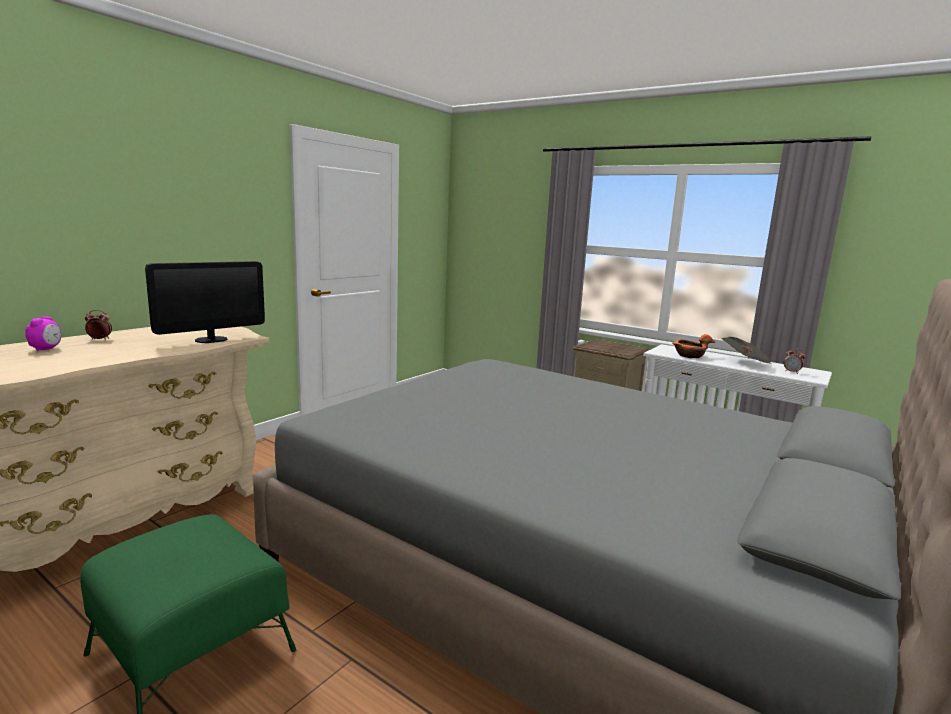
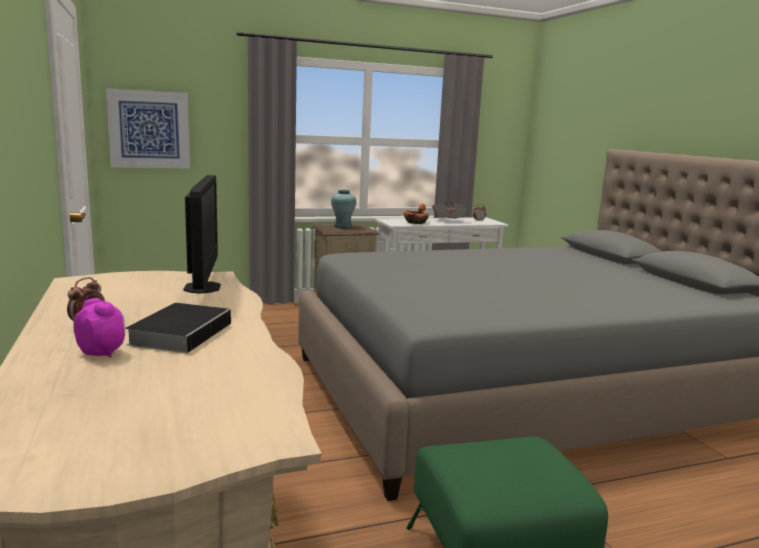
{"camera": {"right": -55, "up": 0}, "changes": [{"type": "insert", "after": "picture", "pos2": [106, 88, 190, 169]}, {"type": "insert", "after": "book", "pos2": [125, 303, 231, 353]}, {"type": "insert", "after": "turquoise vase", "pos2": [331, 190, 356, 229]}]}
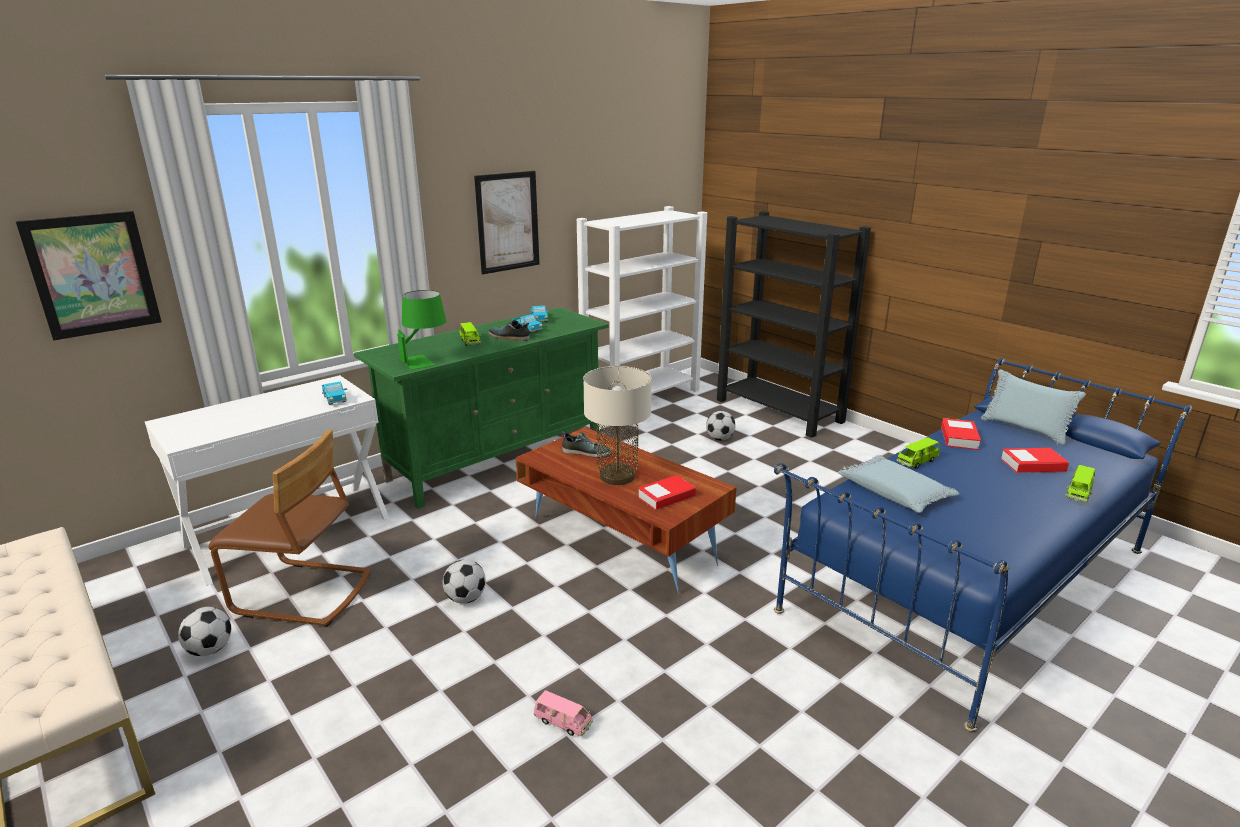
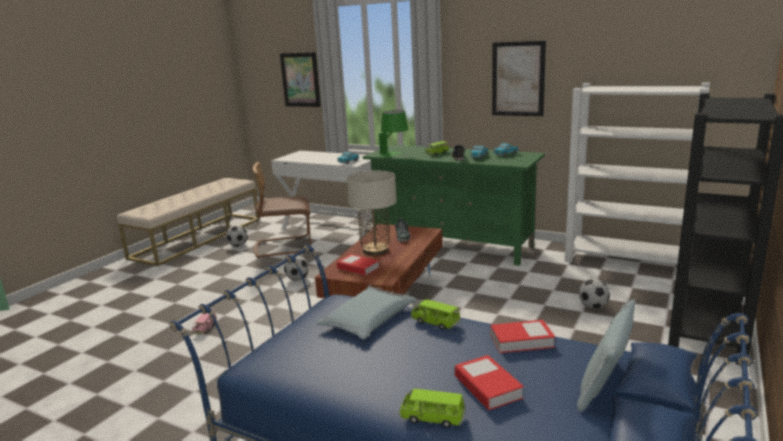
{"camera": {"right": 70, "up": -5}, "changes": [{"type": "rotate", "before": "brown chair", "pos1": [208, 430, 371, 627], "pos2": [253, 162, 311, 258], "turn": 90}]}
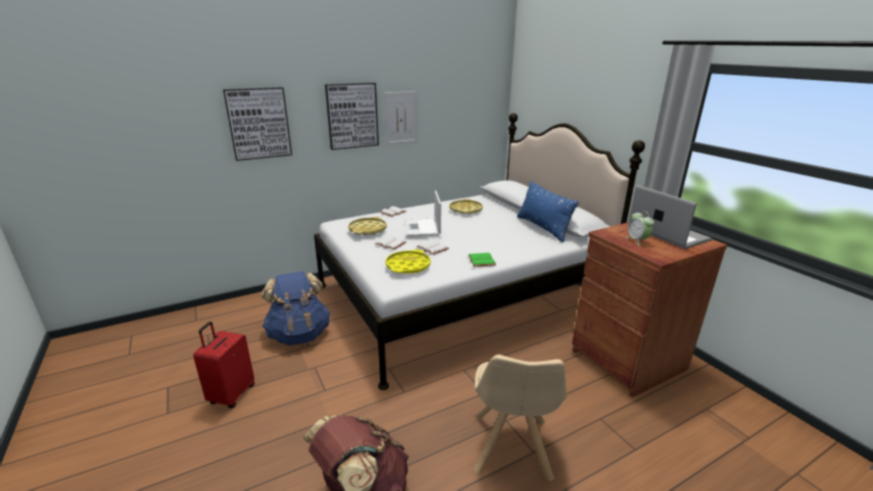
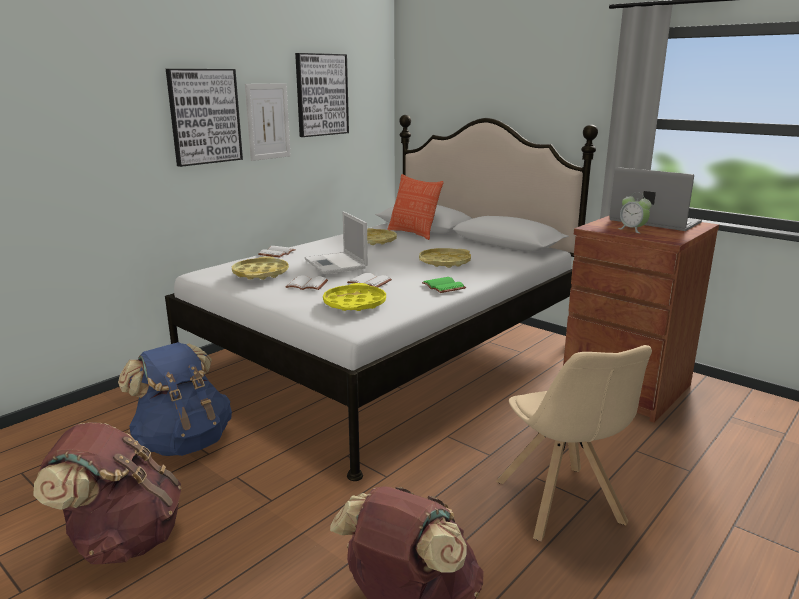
{"camera": {"right": -20, "up": -5}, "changes": [{"type": "replace", "before": "red suitcase", "after": "brown backpack", "pos1": [193, 322, 255, 408], "pos2": [33, 422, 181, 564]}, {"type": "move", "before": "picture", "pos1": [223, 87, 292, 161], "pos2": [295, 53, 349, 137]}, {"type": "delete", "before": "blue pillow", "pos1": [517, 181, 579, 242]}, {"type": "insert", "after": "orange pillow", "pos2": [387, 174, 444, 240]}, {"type": "insert", "after": "yellow tray", "pos2": [419, 248, 471, 268]}]}
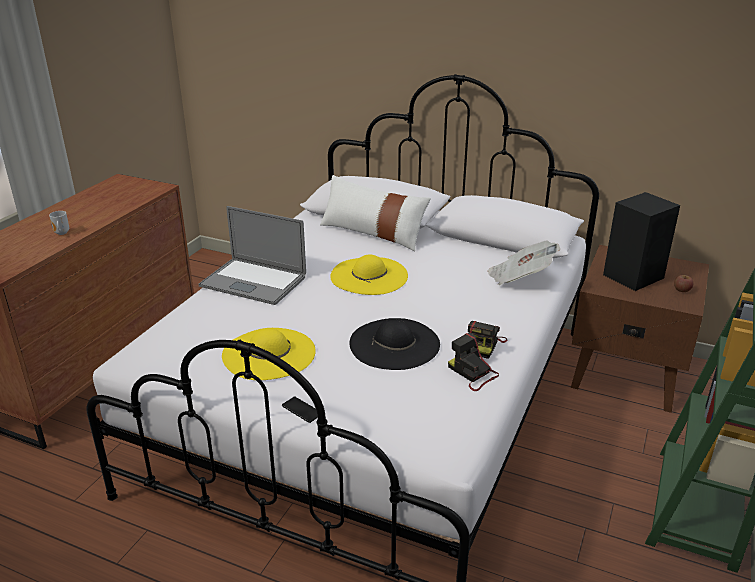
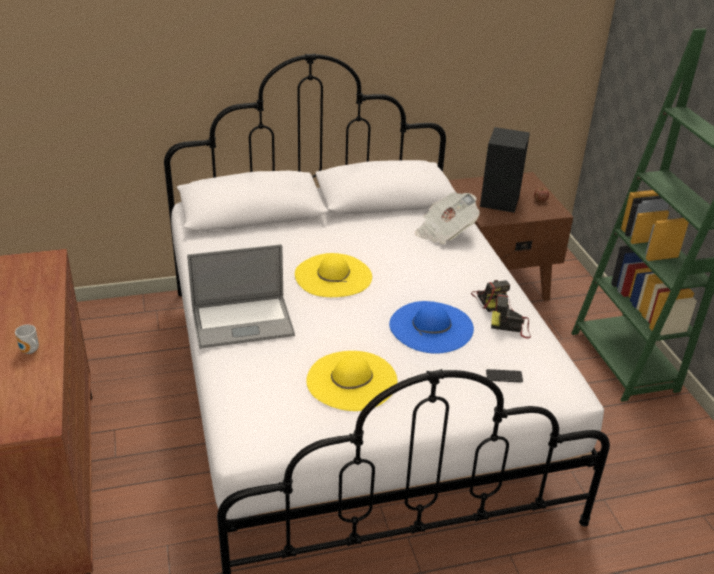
{"camera": {"right": -40, "up": 5}, "changes": [{"type": "move", "before": "phone", "pos1": [282, 397, 318, 423], "pos2": [486, 369, 523, 383]}, {"type": "delete", "before": "white pillow", "pos1": [320, 175, 431, 251]}, {"type": "recolor", "before": "black hat", "after": "blue hat", "pos1": [349, 318, 440, 370], "pos2": [389, 301, 474, 354]}]}
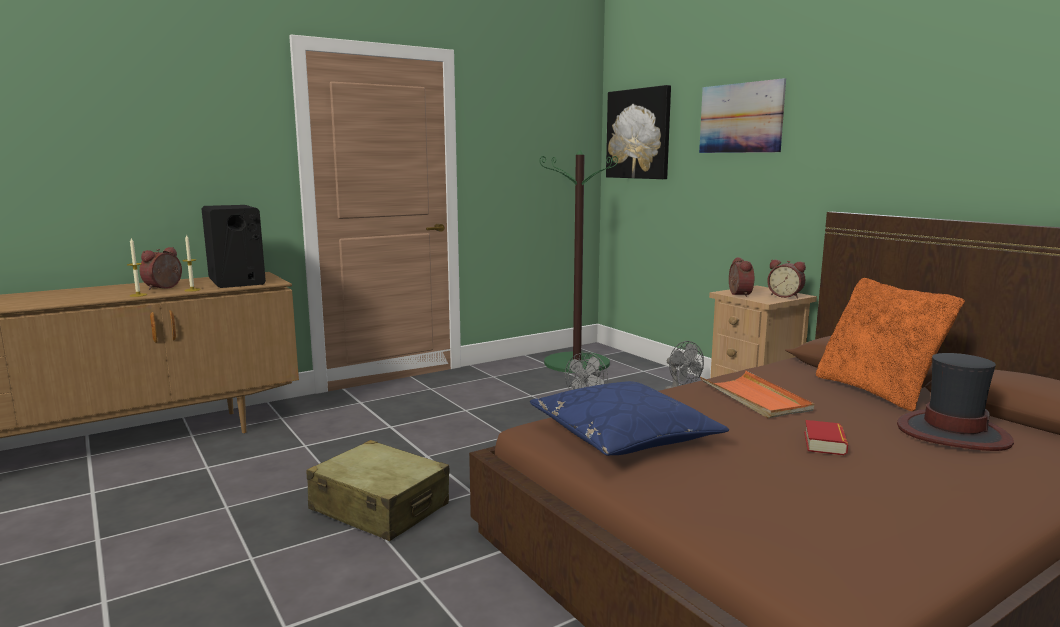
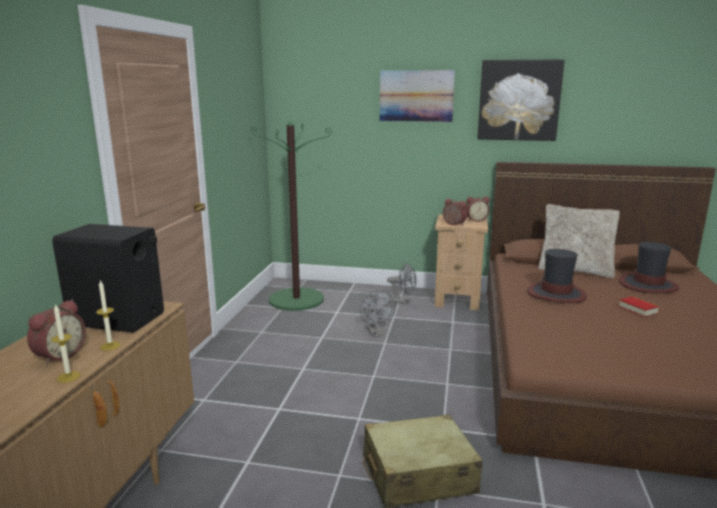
{"camera": {"right": -45, "up": 5}, "changes": [{"type": "rotate", "before": "alarm clock", "pos1": [139, 247, 182, 290], "pos2": [27, 299, 86, 366], "turn": -135}, {"type": "delete", "before": "blue pillow", "pos1": [530, 381, 729, 456]}, {"type": "move", "before": "picture", "pos1": [606, 85, 671, 179], "pos2": [478, 59, 564, 141]}, {"type": "replace", "before": "orange tray", "after": "hat", "pos1": [700, 371, 814, 418], "pos2": [527, 249, 587, 303]}, {"type": "recolor", "before": "orange pillow", "after": "beige pillow", "pos1": [816, 278, 965, 411], "pos2": [539, 204, 620, 278]}]}
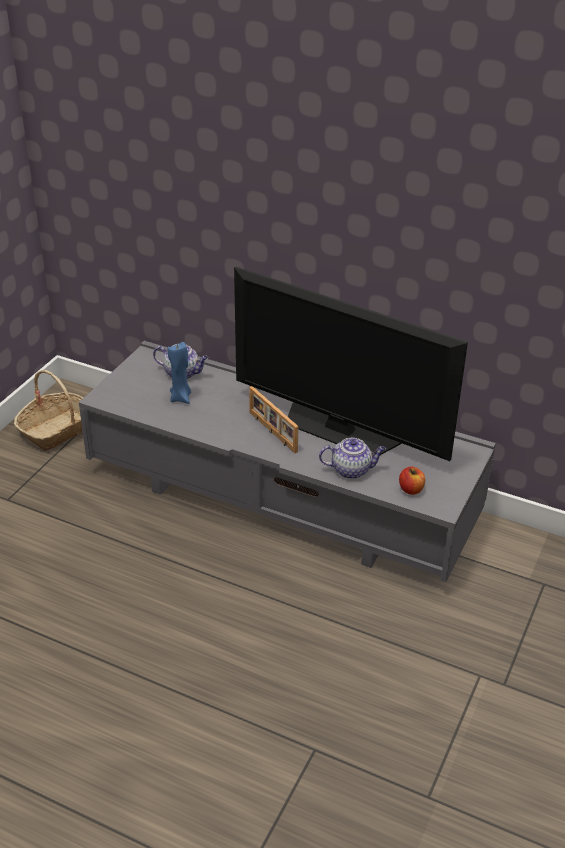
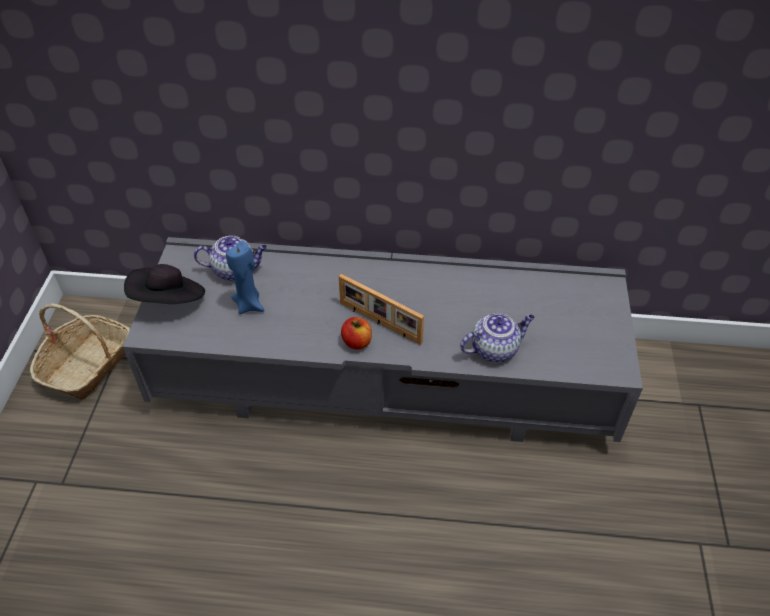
{"camera": {"right": -20, "up": 10}, "changes": [{"type": "delete", "before": "television", "pos1": [234, 267, 468, 461]}, {"type": "move", "before": "apple", "pos1": [399, 466, 425, 495], "pos2": [341, 317, 372, 350]}, {"type": "insert", "after": "black hat", "pos2": [124, 264, 205, 304]}]}
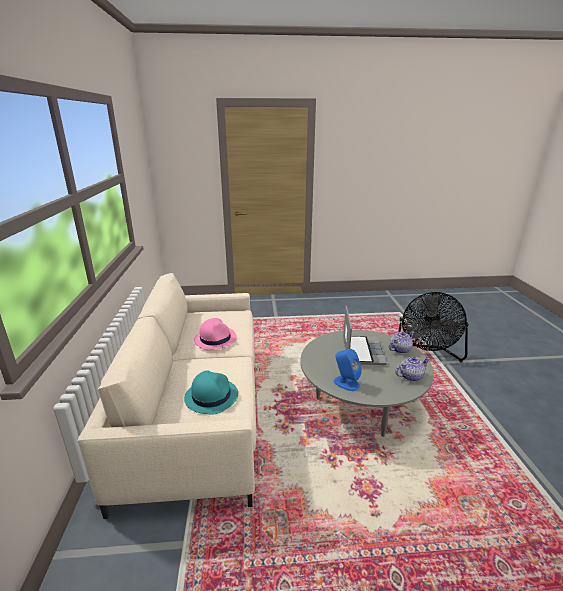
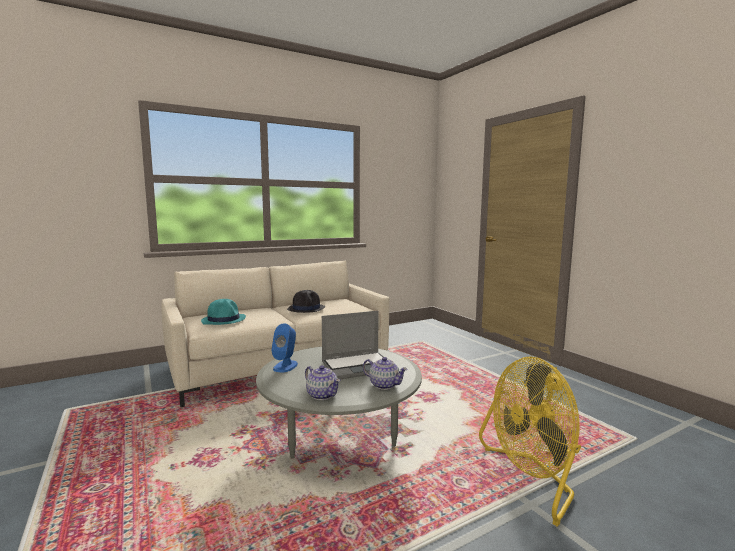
{"camera": {"right": 65, "up": -15}, "changes": [{"type": "recolor", "before": "pink hat", "after": "black hat", "pos1": [194, 318, 237, 350], "pos2": [287, 290, 326, 313]}, {"type": "recolor", "before": "black fan", "after": "yellow fan", "pos1": [398, 292, 469, 363], "pos2": [479, 357, 581, 527]}]}
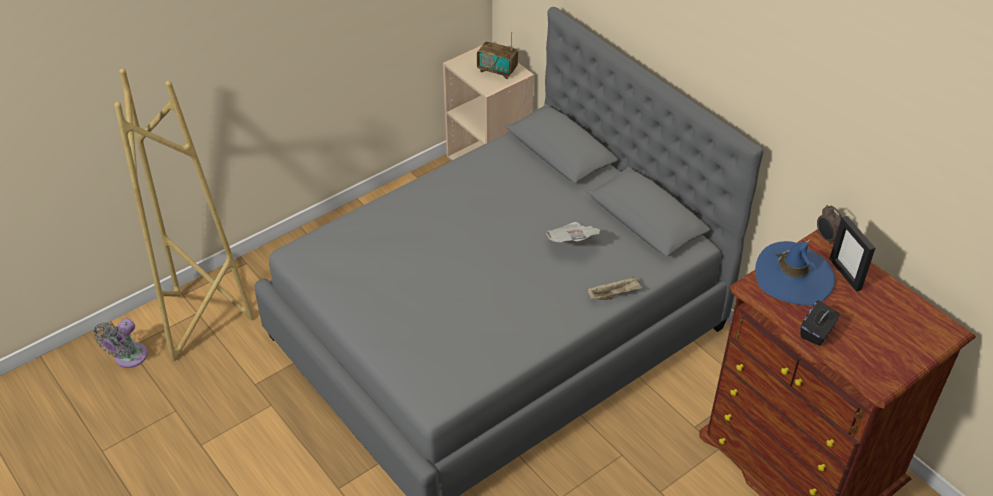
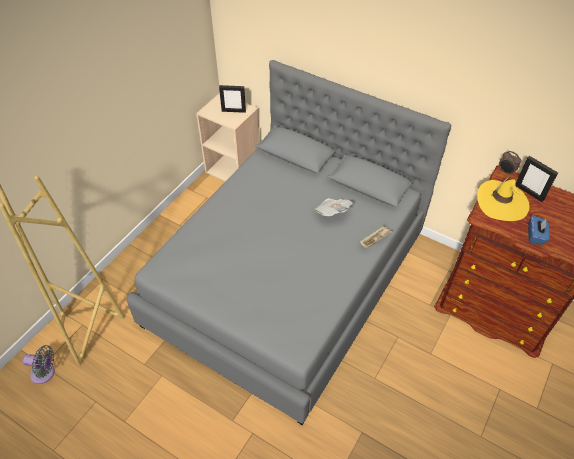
{"camera": {"right": -20, "up": 5}, "changes": [{"type": "rotate", "before": "grey fan", "pos1": [93, 318, 148, 368], "pos2": [22, 345, 55, 384], "turn": -90}, {"type": "replace", "before": "radio", "after": "picture frame", "pos1": [477, 32, 518, 79], "pos2": [219, 85, 246, 113]}, {"type": "recolor", "before": "blue hat", "after": "yellow hat", "pos1": [755, 239, 835, 305], "pos2": [477, 177, 529, 221]}, {"type": "recolor", "before": "black tissue box", "after": "blue tissue box", "pos1": [800, 300, 840, 346], "pos2": [528, 215, 549, 245]}]}
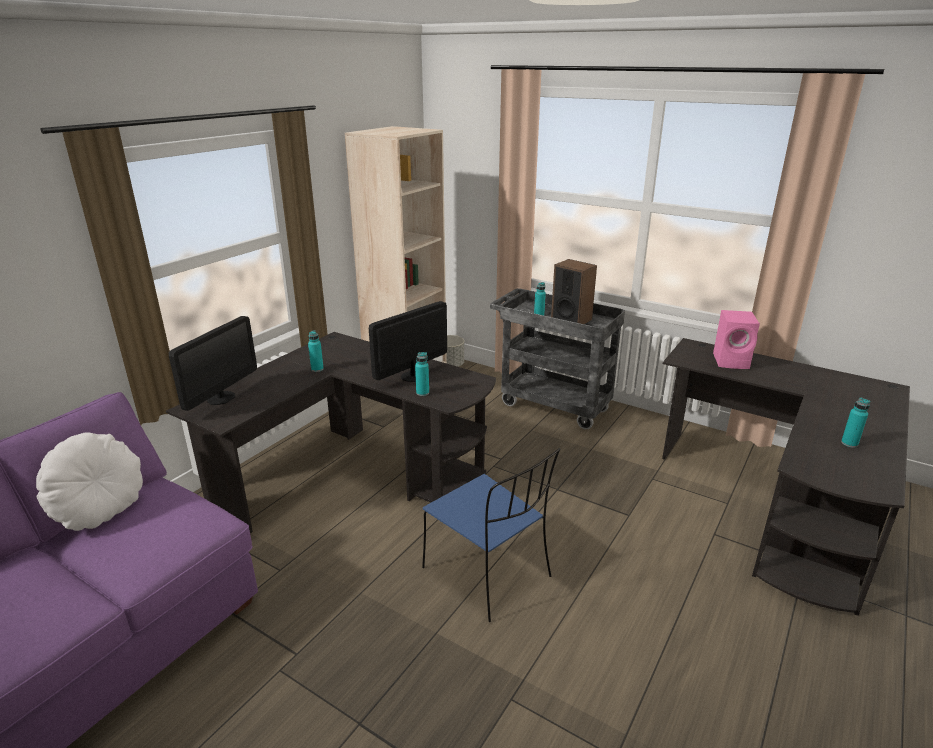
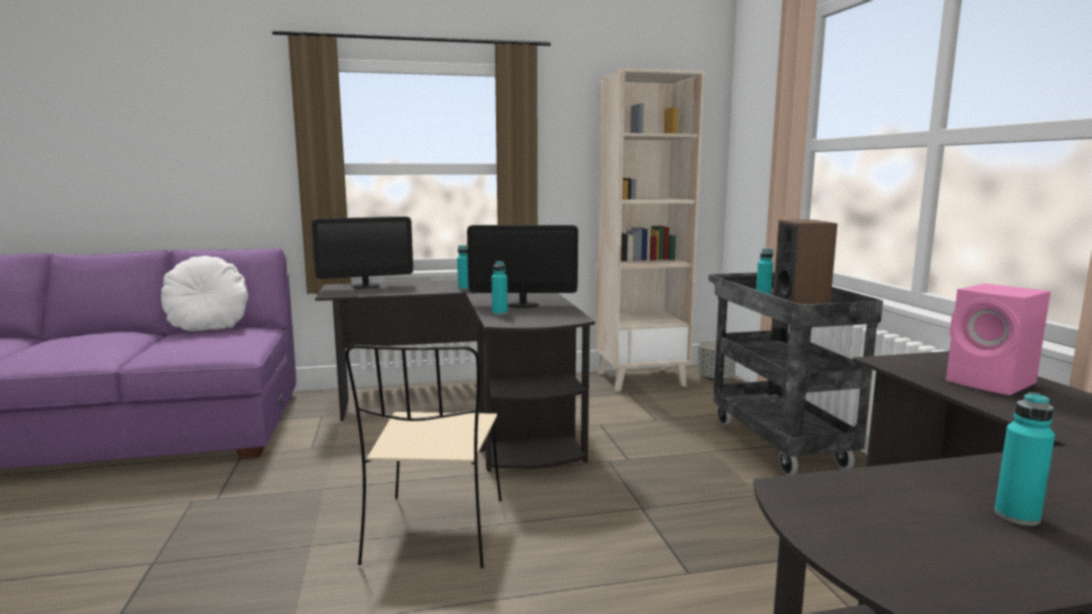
{"camera": {"right": 45, "up": -15}, "changes": [{"type": "recolor", "before": "blue chair", "after": "beige chair", "pos1": [422, 448, 560, 622], "pos2": [345, 345, 502, 569]}]}
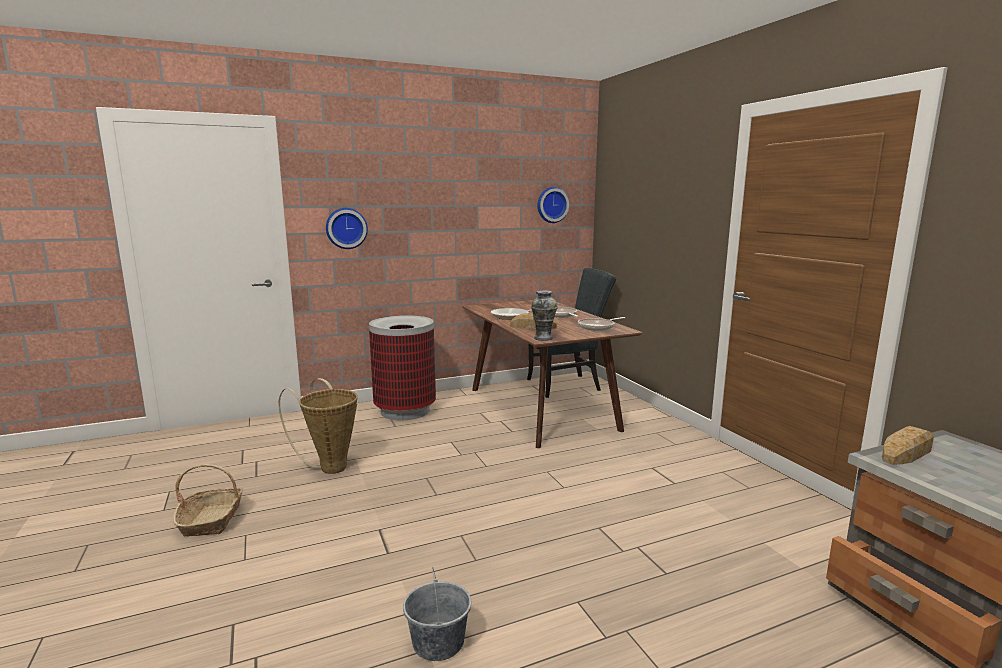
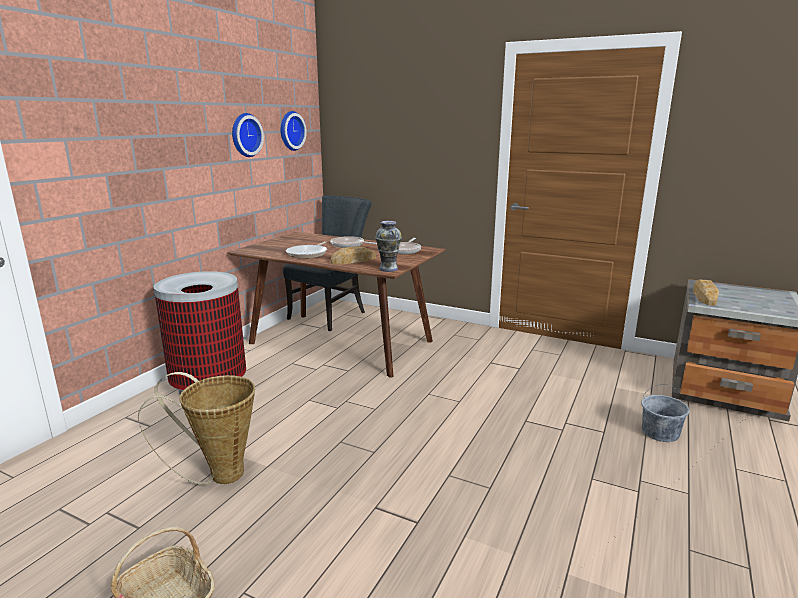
{"camera": {"right": -40, "up": 5}, "changes": [{"type": "move", "before": "wall clock", "pos1": [326, 208, 368, 249], "pos2": [232, 113, 264, 157]}, {"type": "move", "before": "grey bucket", "pos1": [403, 567, 472, 661], "pos2": [641, 384, 690, 442]}]}
